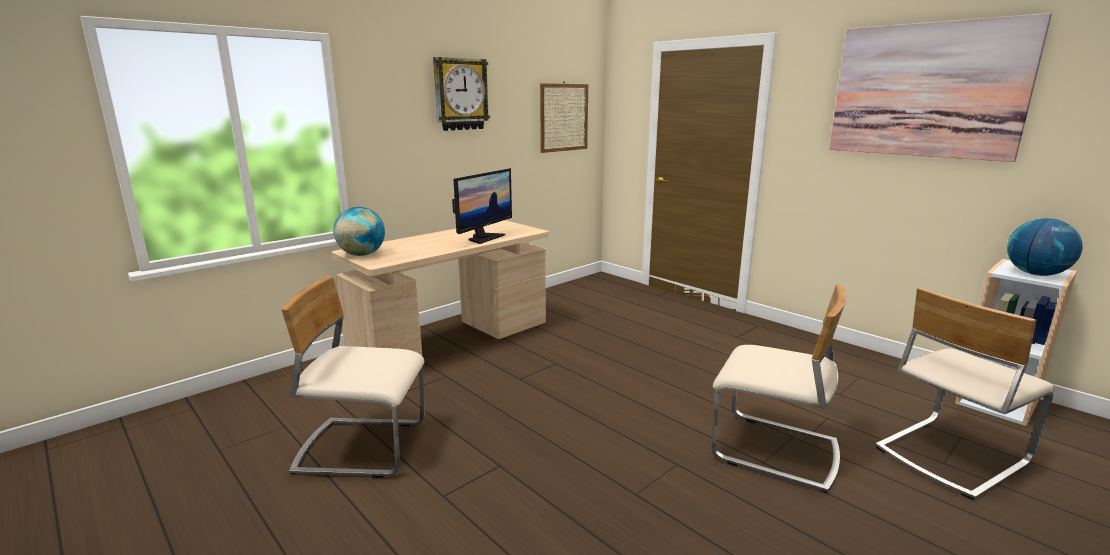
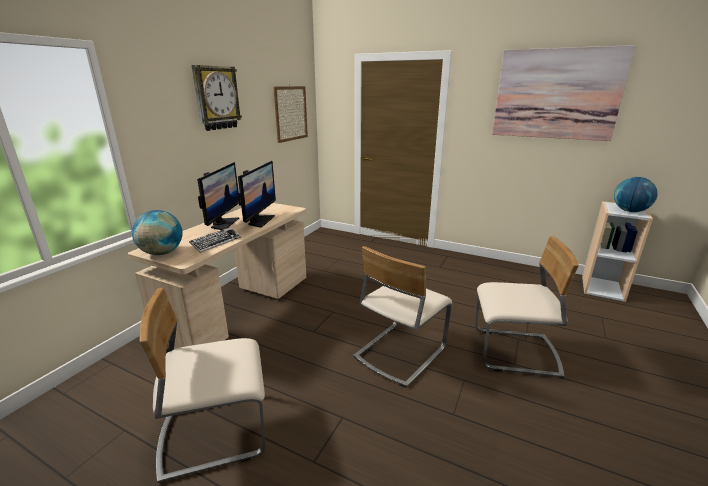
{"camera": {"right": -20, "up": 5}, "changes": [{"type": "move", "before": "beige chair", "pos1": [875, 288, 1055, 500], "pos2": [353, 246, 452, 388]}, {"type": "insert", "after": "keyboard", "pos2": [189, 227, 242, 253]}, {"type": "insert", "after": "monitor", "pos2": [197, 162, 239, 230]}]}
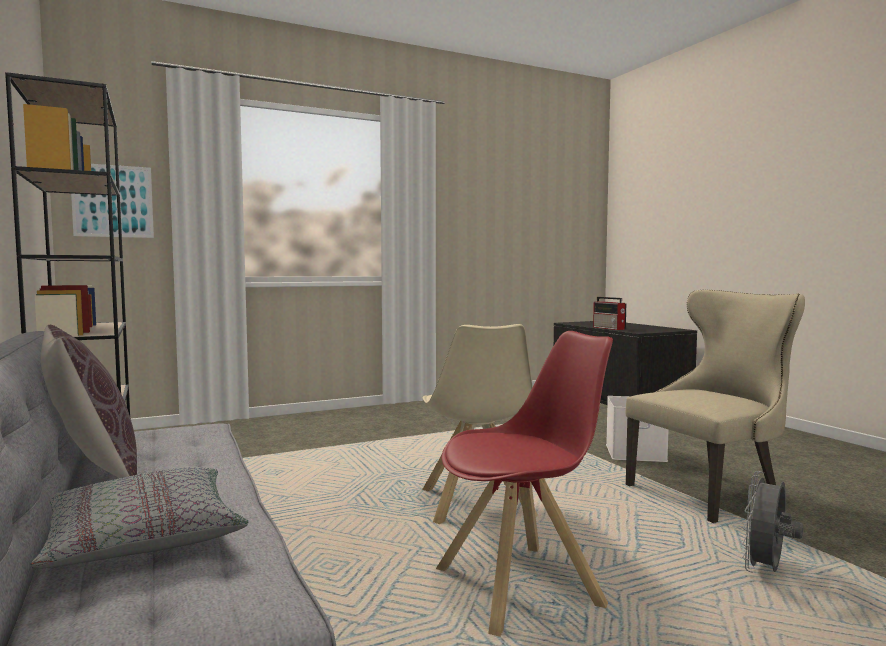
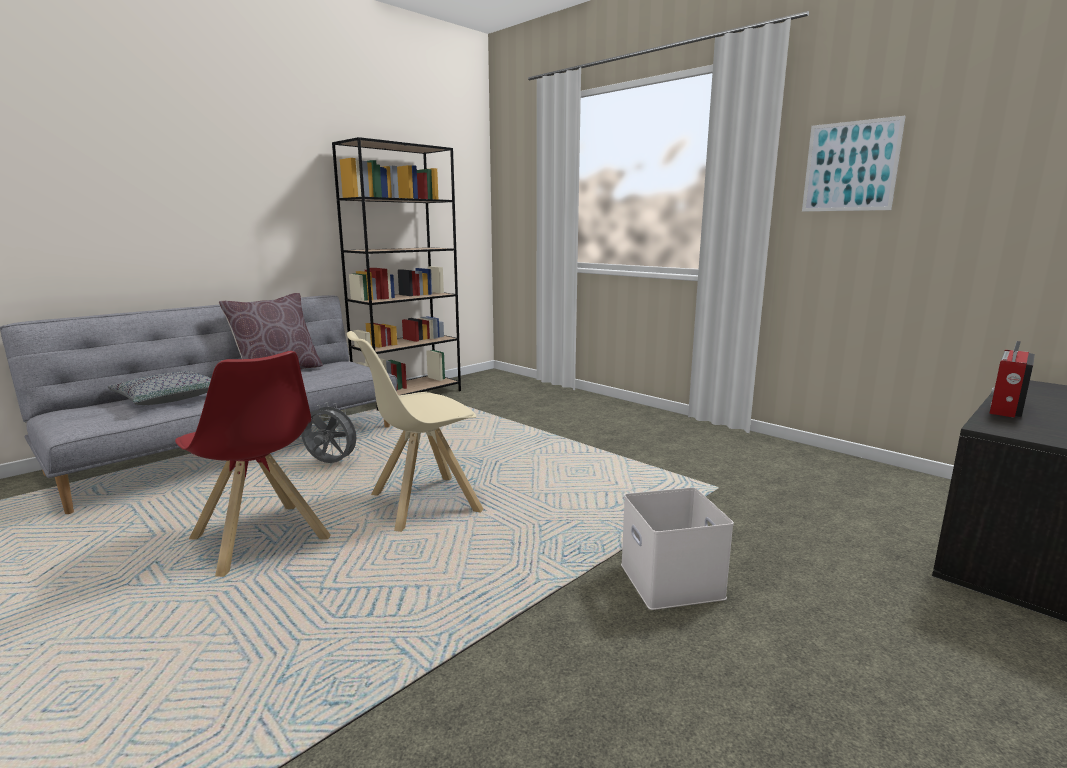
{"camera": {"right": 70, "up": 10}, "changes": [{"type": "move", "before": "picture", "pos1": [71, 164, 154, 238], "pos2": [802, 116, 905, 211]}, {"type": "delete", "before": "beige chair", "pos1": [626, 290, 805, 523]}, {"type": "move", "before": "grey fan", "pos1": [742, 471, 803, 573], "pos2": [301, 402, 361, 463]}]}
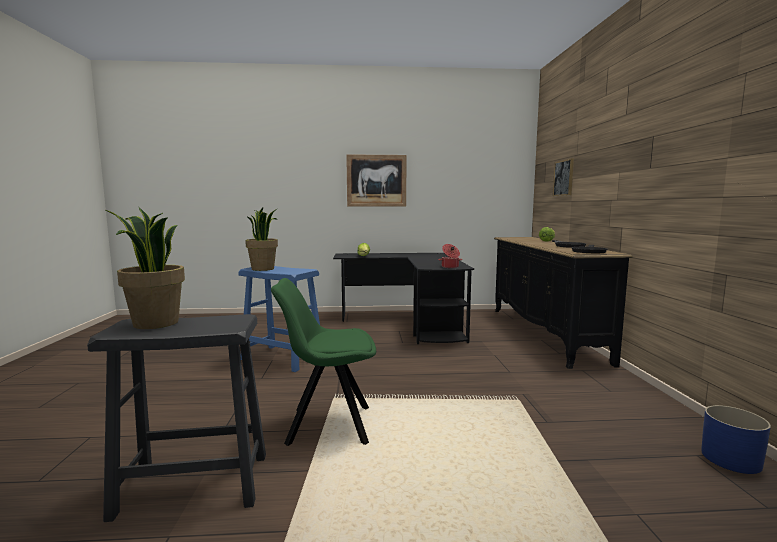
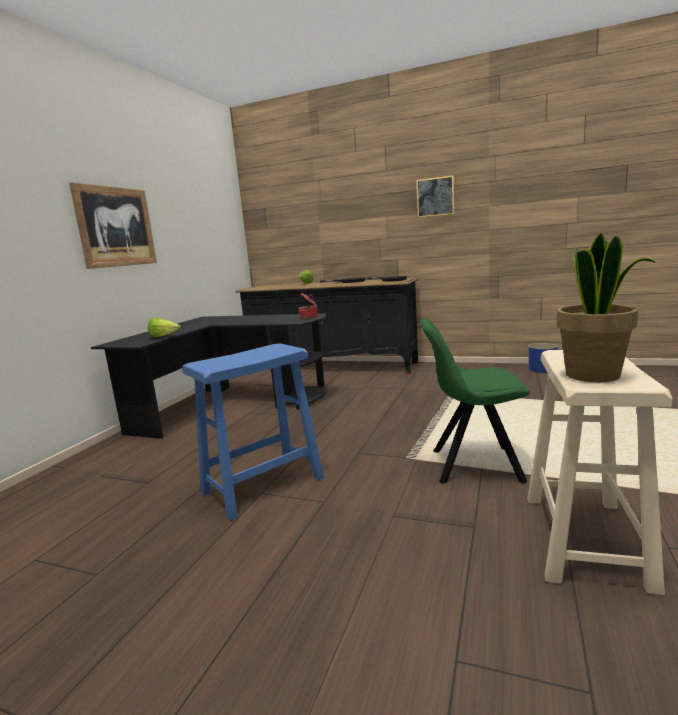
{"camera": {"right": -65, "up": 5}, "changes": [{"type": "recolor", "before": "black stool", "after": "beige stool", "pos1": [87, 314, 266, 522], "pos2": [527, 350, 673, 595]}, {"type": "delete", "before": "potted plant", "pos1": [245, 208, 278, 271]}, {"type": "rotate", "before": "green chair", "pos1": [271, 278, 376, 446], "pos2": [421, 318, 530, 484], "turn": 75}, {"type": "move", "before": "picture", "pos1": [553, 158, 574, 196], "pos2": [416, 175, 454, 218]}]}
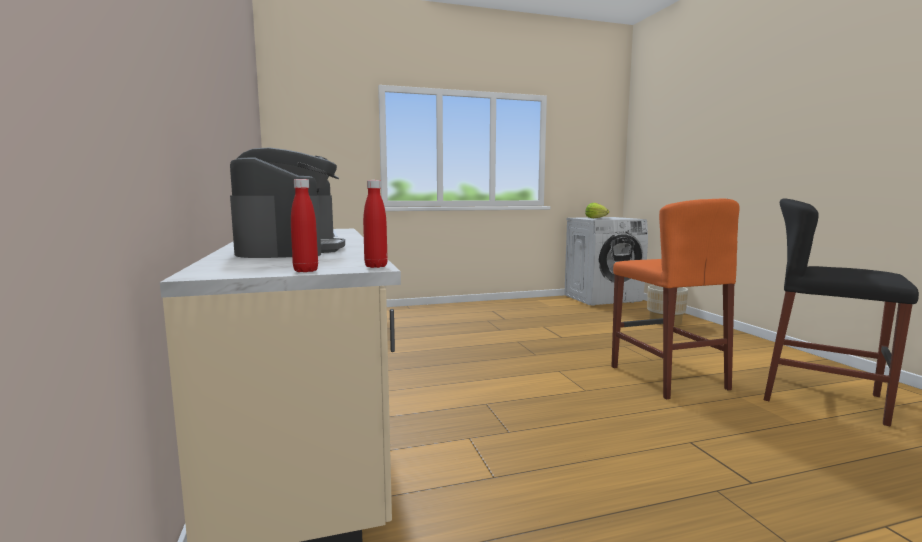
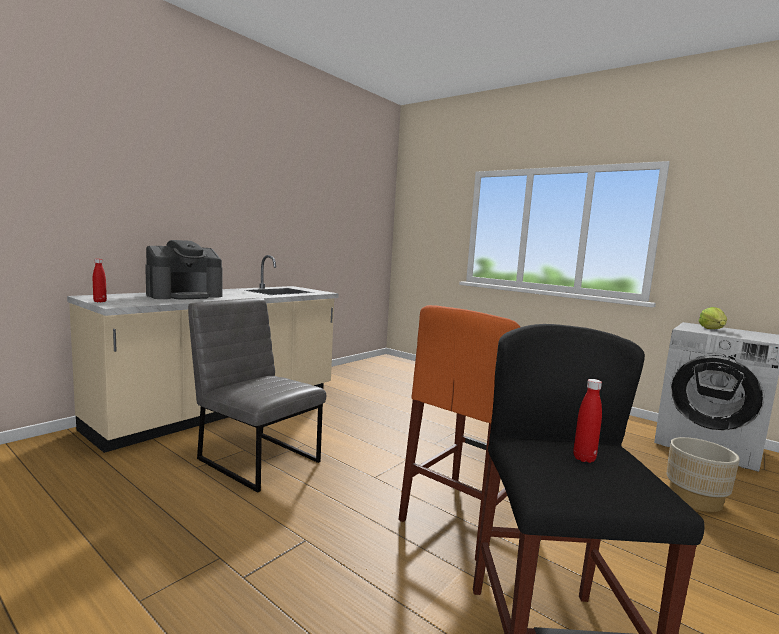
{"camera": {"right": 55, "up": 0}, "changes": [{"type": "move", "before": "red bottle", "pos1": [363, 180, 388, 268], "pos2": [573, 379, 602, 463]}, {"type": "insert", "after": "grey chair", "pos2": [188, 298, 326, 493]}]}
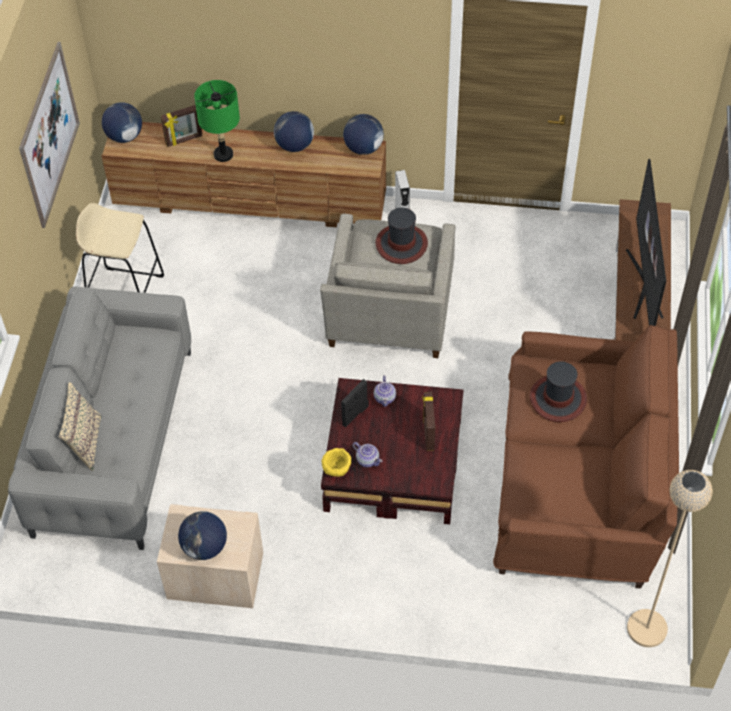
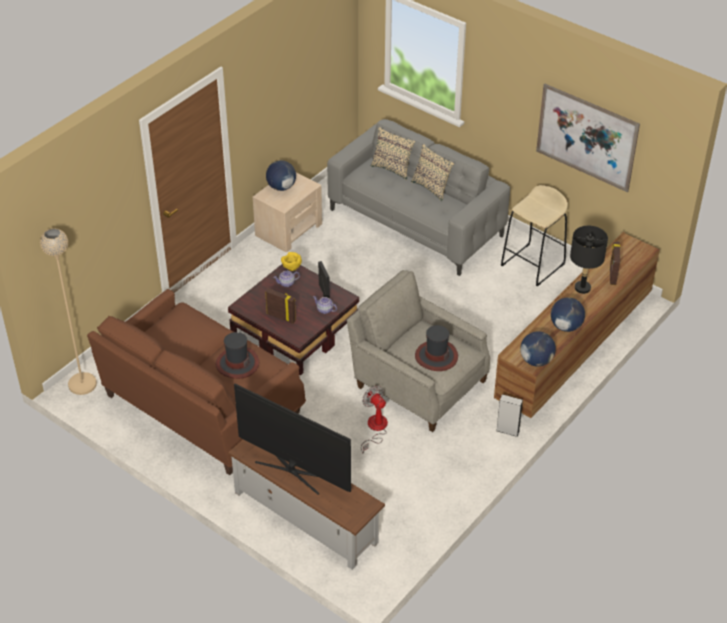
{"camera": {"right": 120, "up": -10}, "changes": [{"type": "delete", "before": "globe", "pos1": [102, 102, 142, 143]}, {"type": "recolor", "before": "green table lamp", "after": "black table lamp", "pos1": [194, 80, 240, 162], "pos2": [570, 226, 608, 294]}, {"type": "insert", "after": "fan", "pos2": [361, 386, 388, 453]}, {"type": "insert", "after": "beige pillow", "pos2": [411, 144, 454, 201]}]}
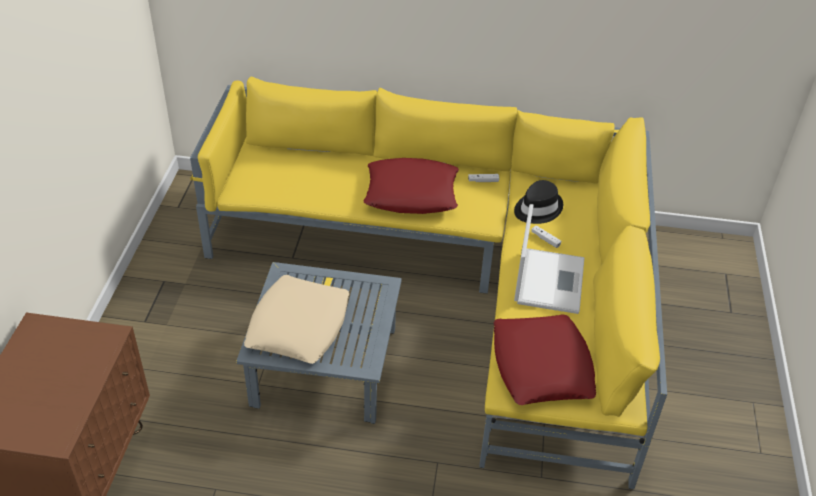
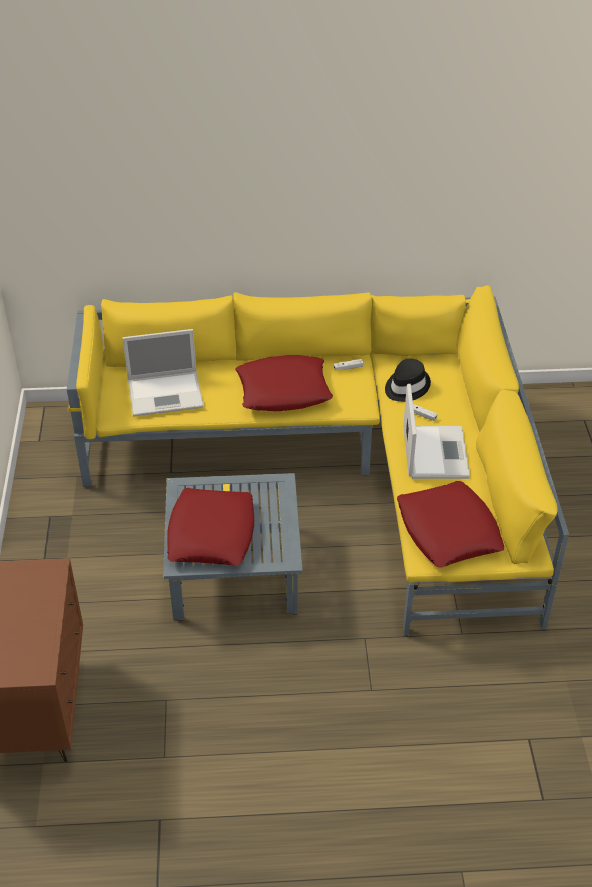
{"camera": {"right": -10, "up": 0}, "changes": [{"type": "recolor", "before": "beige pillow", "after": "red pillow", "pos1": [244, 275, 350, 364], "pos2": [167, 488, 254, 566]}, {"type": "insert", "after": "laptop", "pos2": [122, 329, 204, 417]}]}
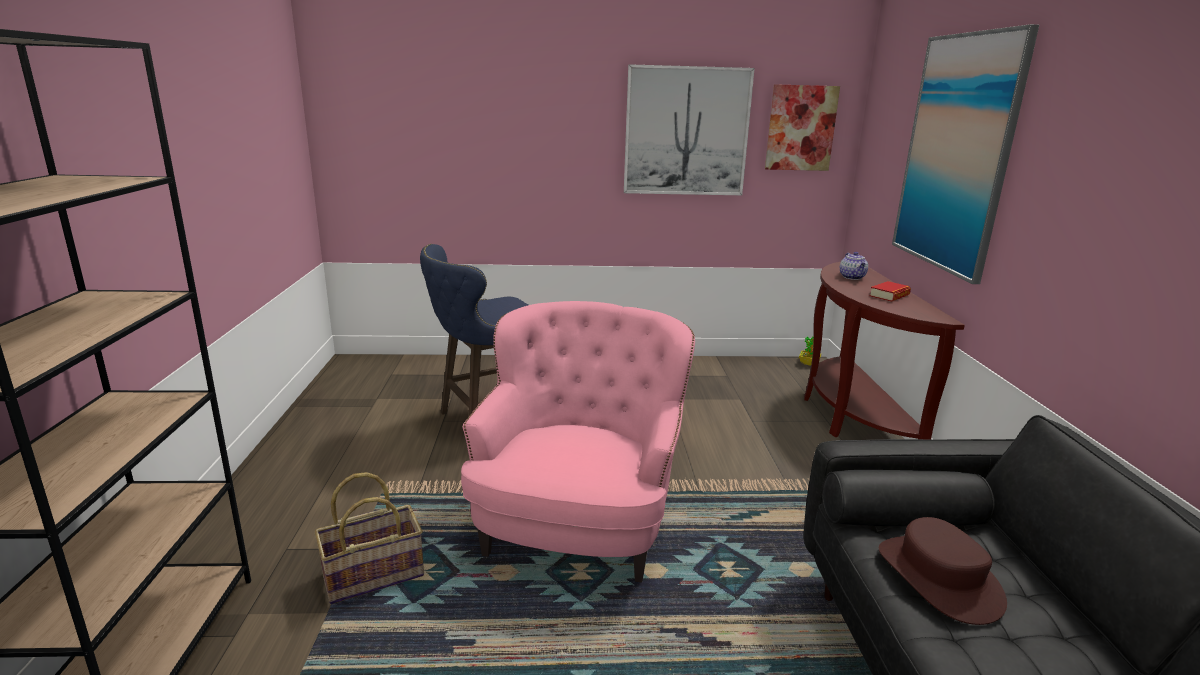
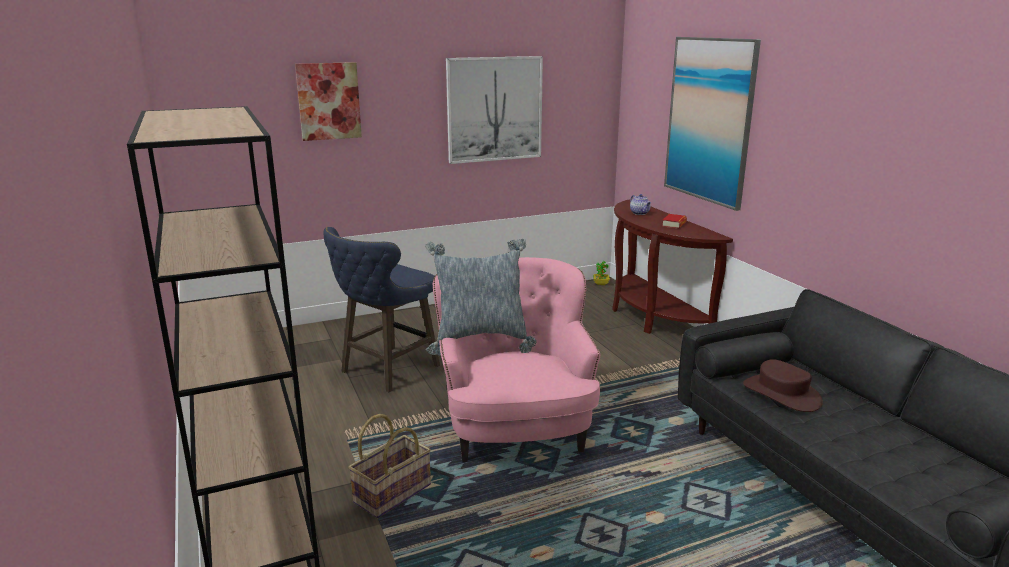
{"camera": {"right": -20, "up": 0}, "changes": [{"type": "move", "before": "picture", "pos1": [765, 84, 840, 171], "pos2": [295, 62, 362, 141]}, {"type": "insert", "after": "pillow", "pos2": [425, 239, 537, 355]}]}
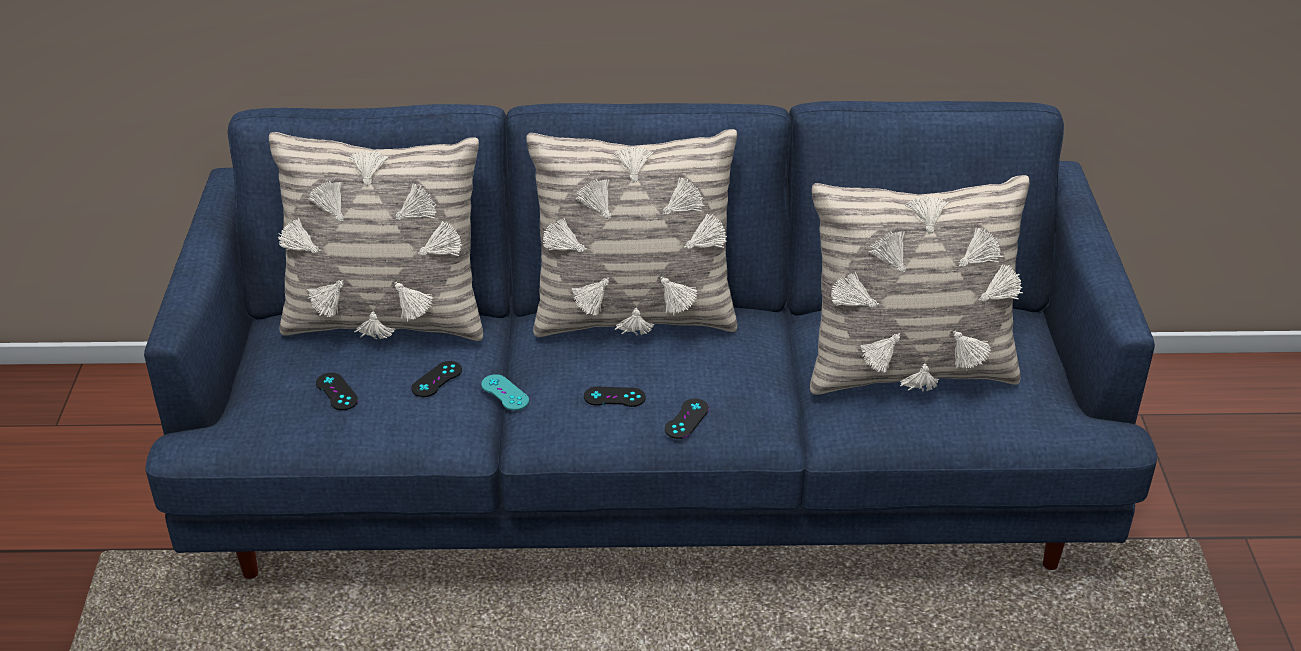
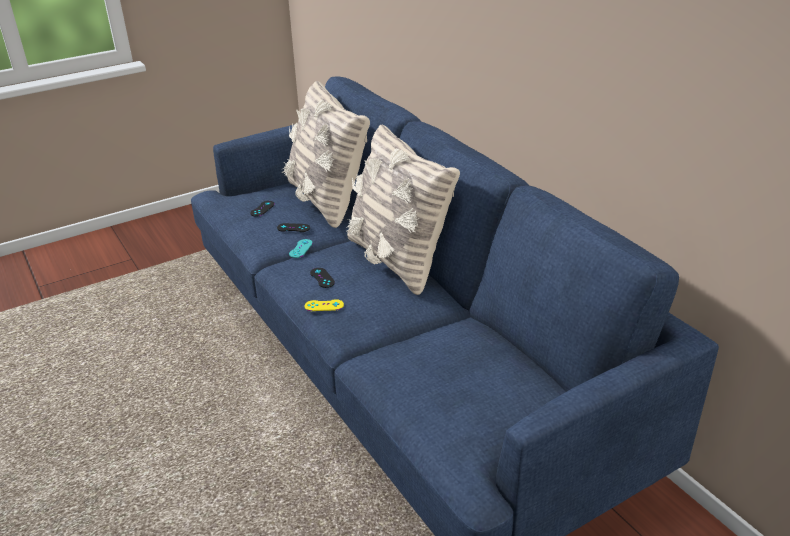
{"camera": {"right": 60, "up": -5}, "changes": [{"type": "recolor", "before": "black game controller", "after": "yellow game controller", "pos1": [665, 399, 709, 439], "pos2": [305, 299, 344, 311]}, {"type": "delete", "before": "beige pillow", "pos1": [810, 175, 1029, 395]}]}
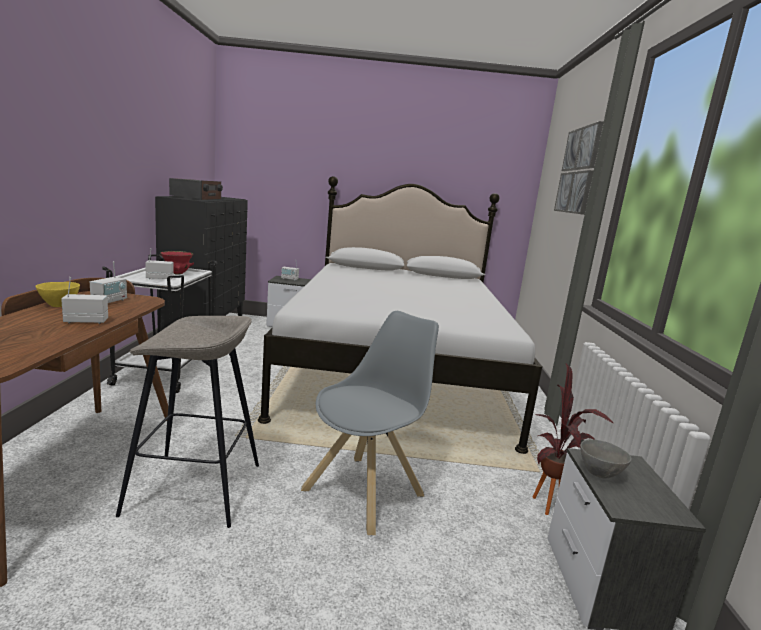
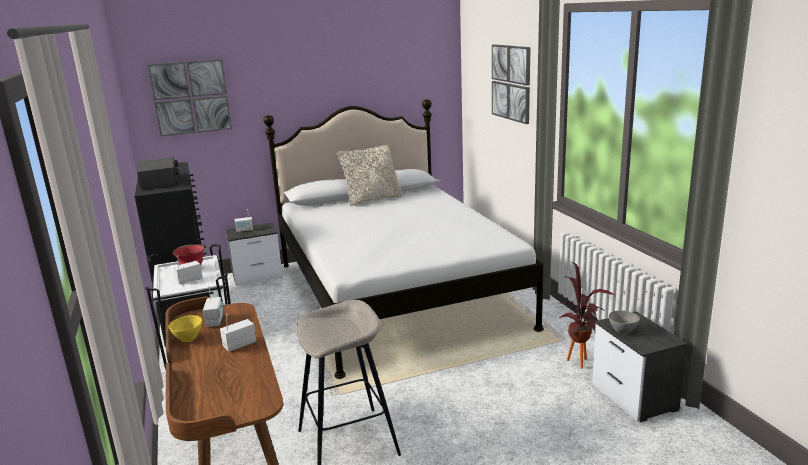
{"camera": {"right": -20, "up": 5}, "changes": [{"type": "delete", "before": "grey chair", "pos1": [301, 311, 439, 535]}, {"type": "insert", "after": "picture", "pos2": [148, 59, 232, 137]}, {"type": "insert", "after": "beige pillow", "pos2": [337, 145, 402, 206]}]}
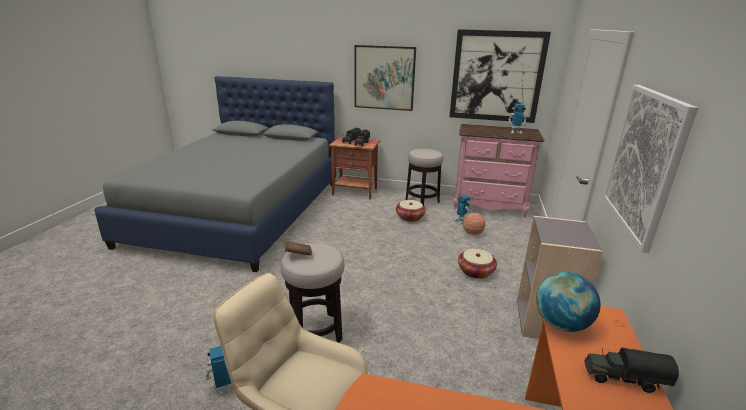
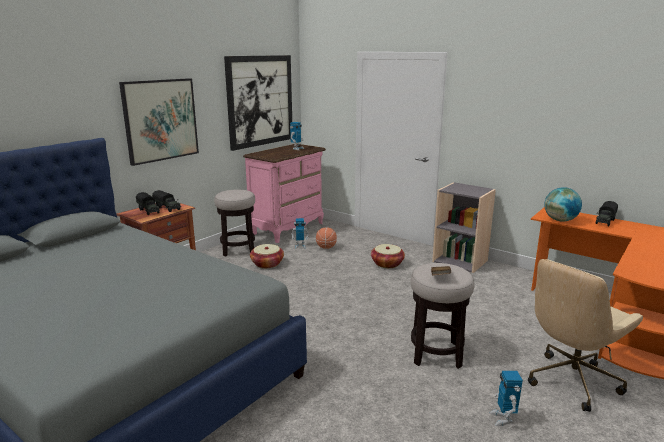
{"camera": {"right": -65, "up": -5}, "changes": [{"type": "delete", "before": "picture", "pos1": [603, 85, 698, 253]}]}
